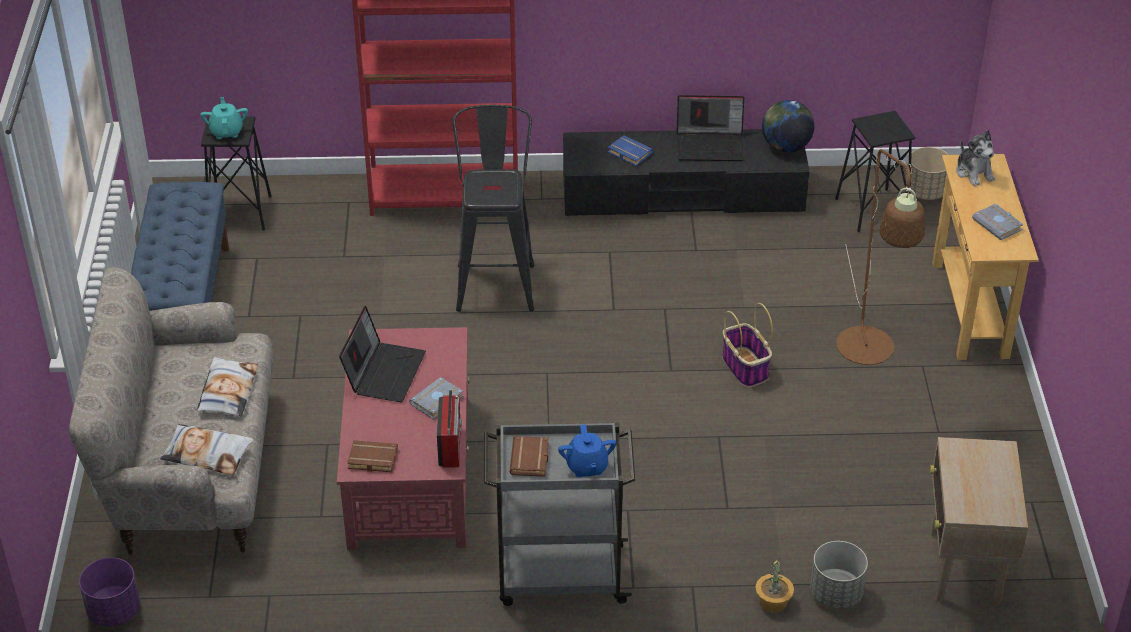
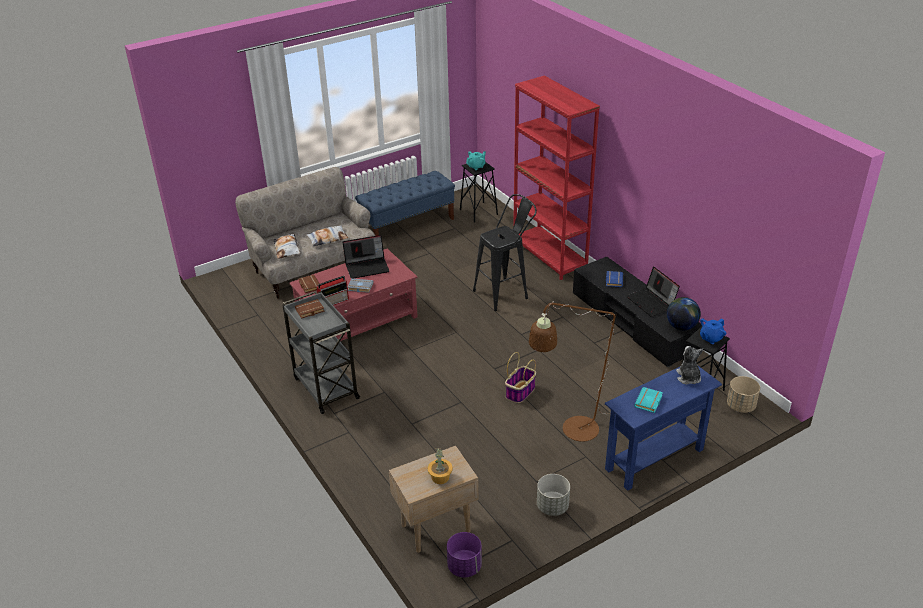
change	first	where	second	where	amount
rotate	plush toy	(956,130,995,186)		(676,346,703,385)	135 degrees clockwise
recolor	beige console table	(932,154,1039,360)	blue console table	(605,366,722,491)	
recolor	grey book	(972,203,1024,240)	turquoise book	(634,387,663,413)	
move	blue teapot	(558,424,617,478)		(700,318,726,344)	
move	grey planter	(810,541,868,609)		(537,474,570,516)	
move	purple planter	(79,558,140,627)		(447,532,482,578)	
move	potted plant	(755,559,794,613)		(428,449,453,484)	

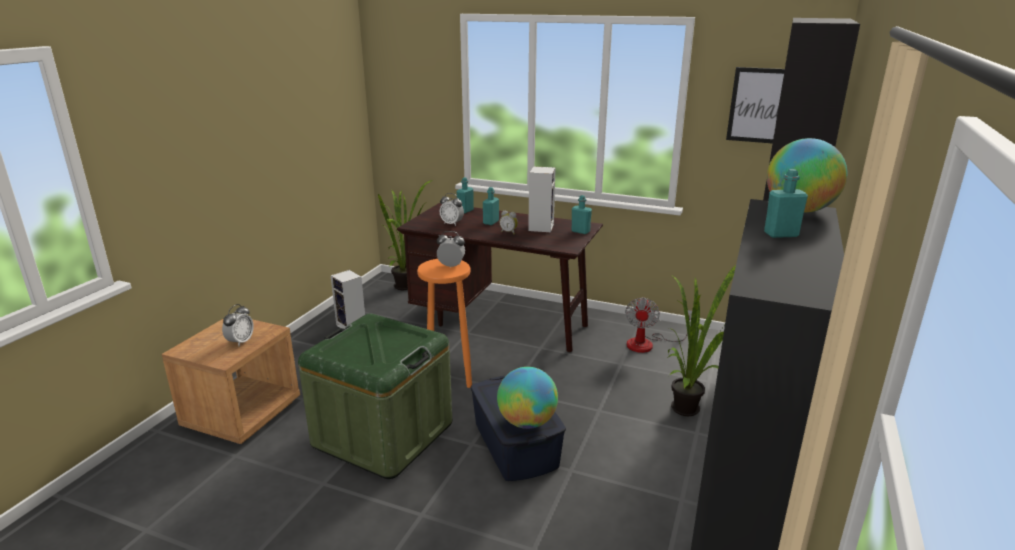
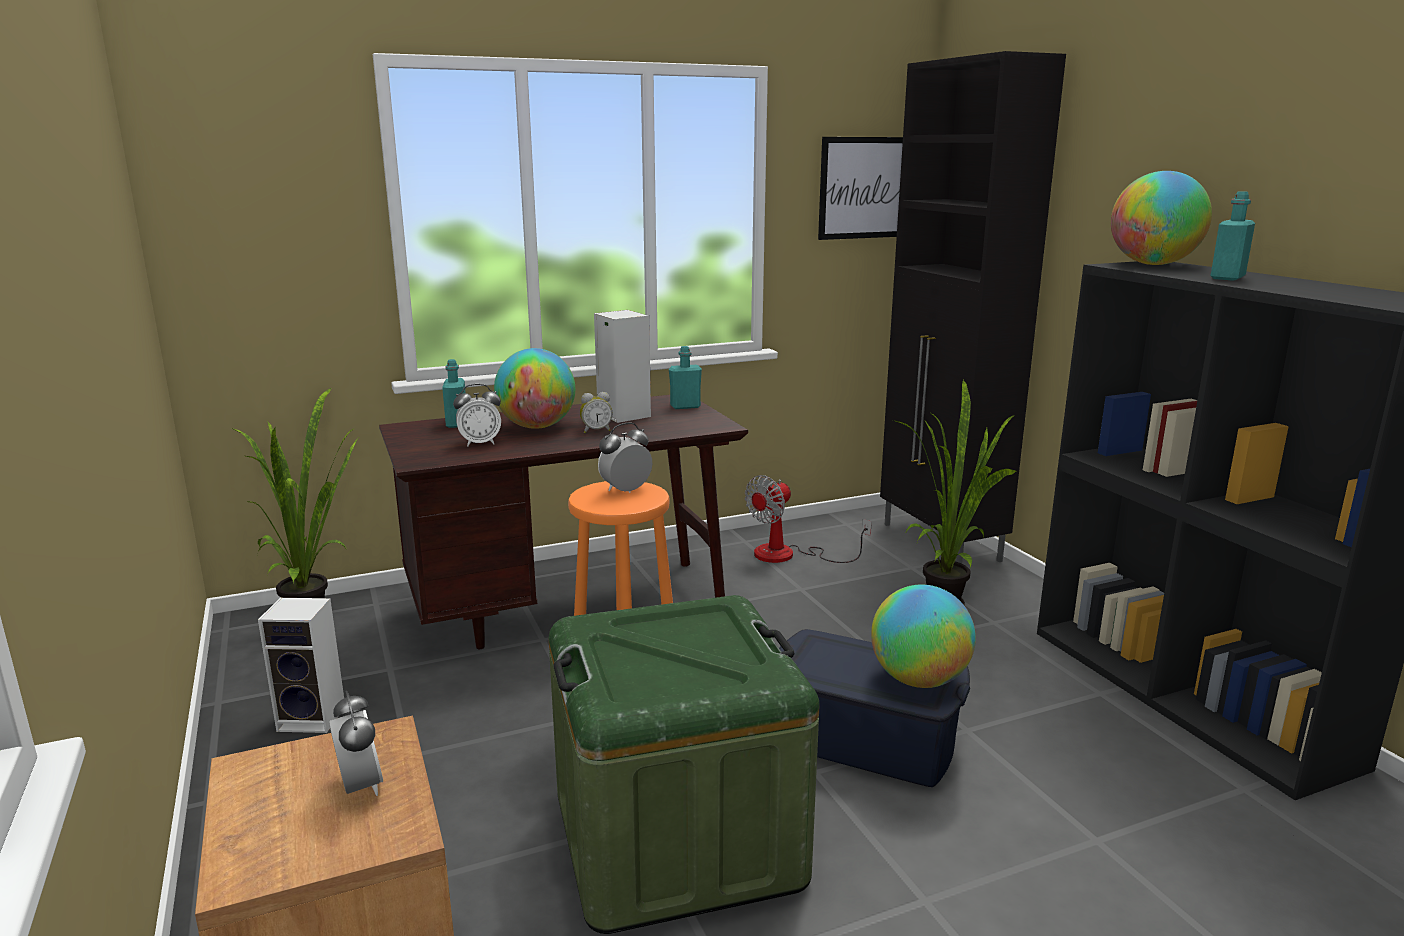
change	first	where	second	where	amount
replace	turquoise bottle	(483,187,499,225)	globe	(494,348,575,429)	
rotate	fan	(625,297,692,353)		(745,475,872,563)	75 degrees clockwise

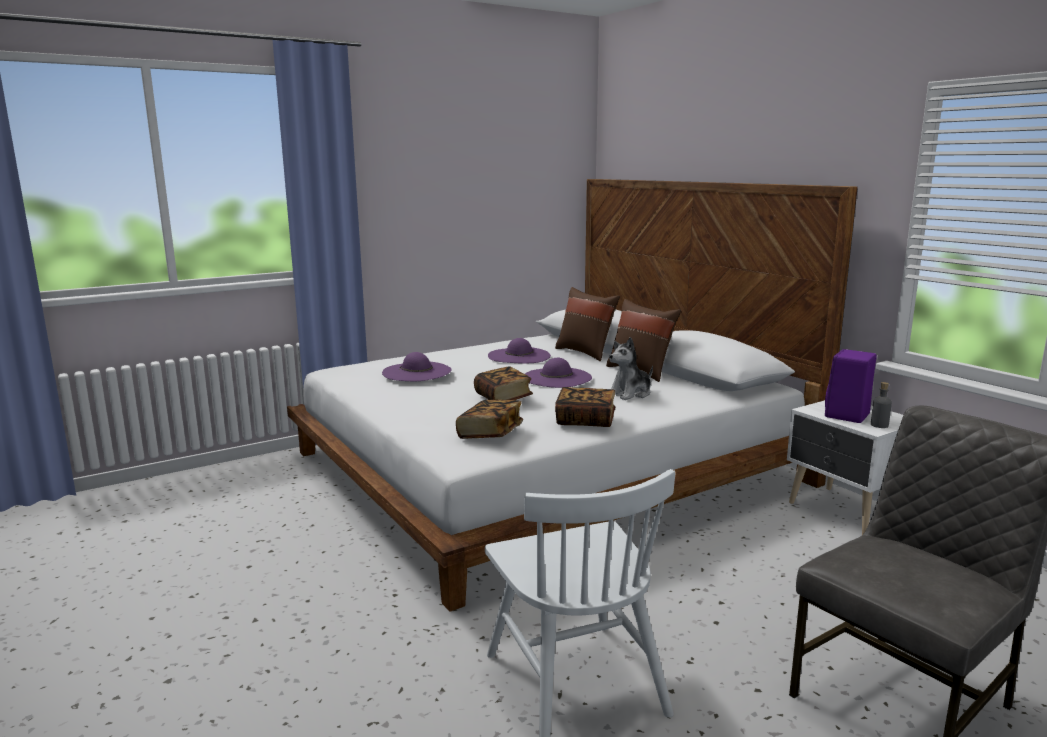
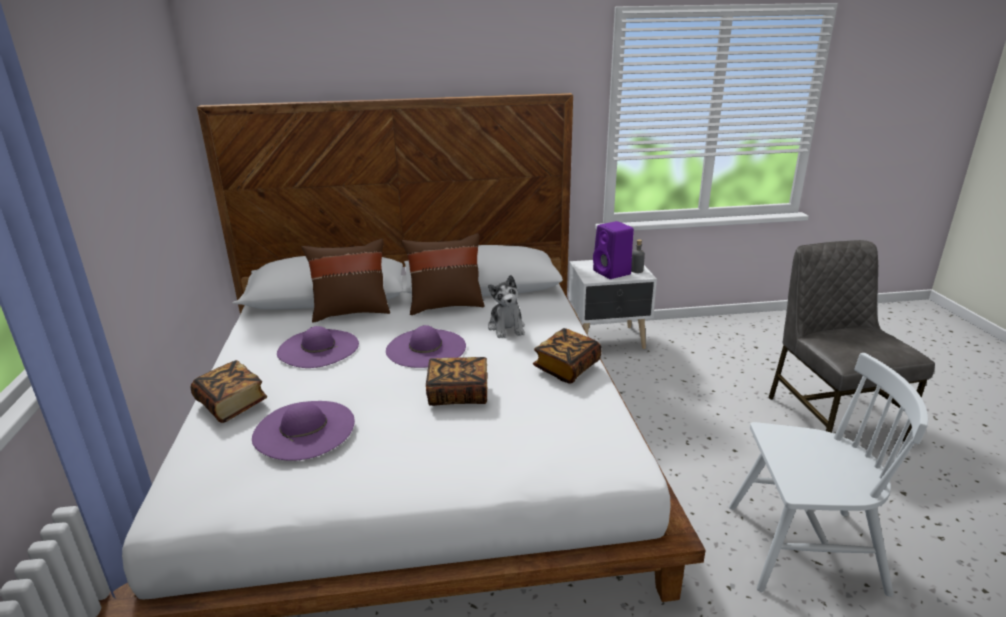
change	first	where	second	where	amount
move	book	(456,400,523,439)		(191,360,267,423)	

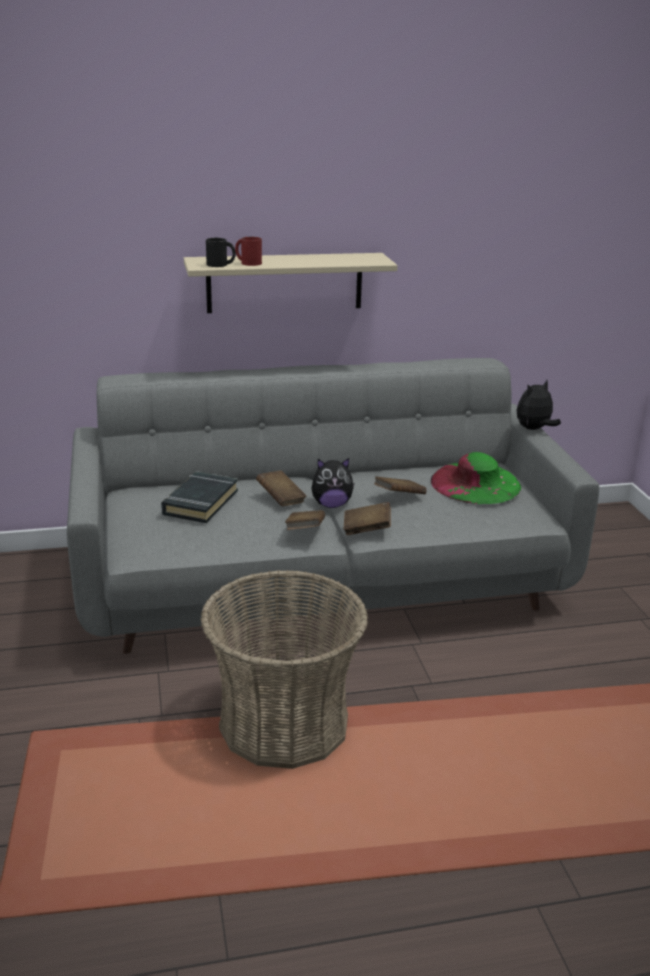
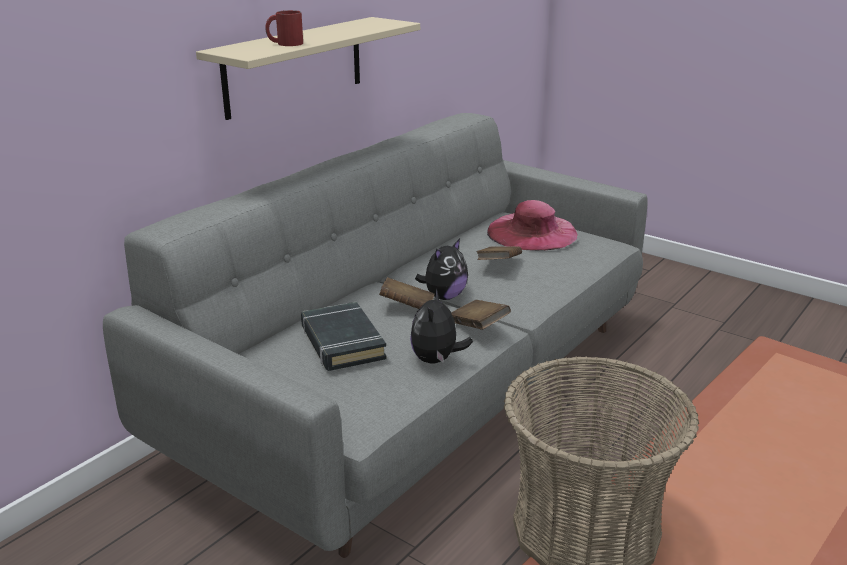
change	first	where	second	where	amount
delete	black mug	(206,238,236,267)			
move	plush toy	(517,380,561,430)		(410,289,473,364)	
recolor	green hat	(431,452,521,504)	pink hat	(487,200,578,251)	
delete	brown book	(344,502,391,535)			

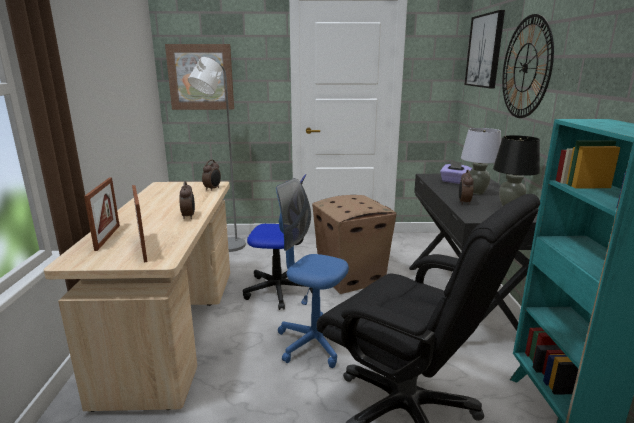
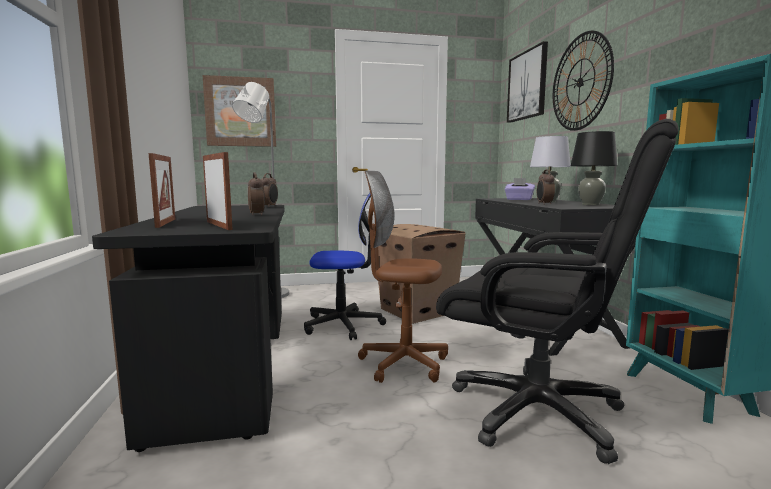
change	first	where	second	where	amount
recolor	blue office chair	(276,178,349,368)	brown office chair	(358,171,448,383)	
recolor	beige desk	(44,181,230,412)	black desk	(92,205,284,452)	

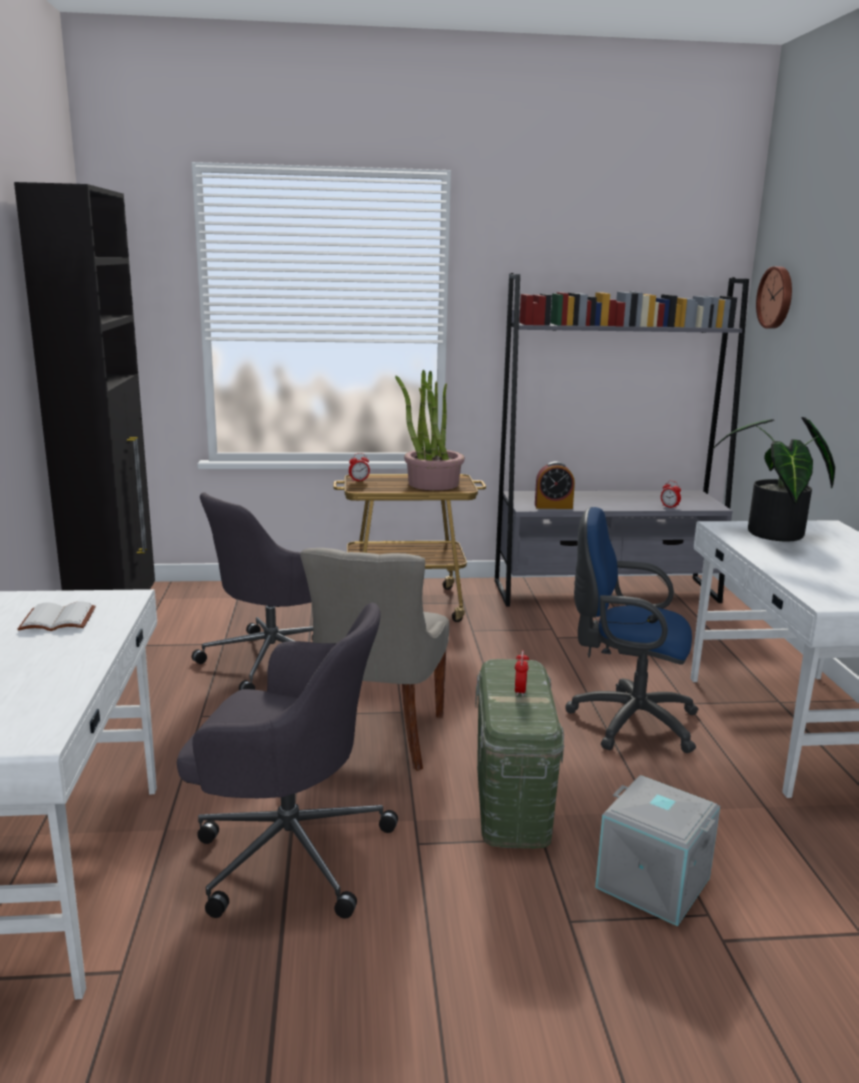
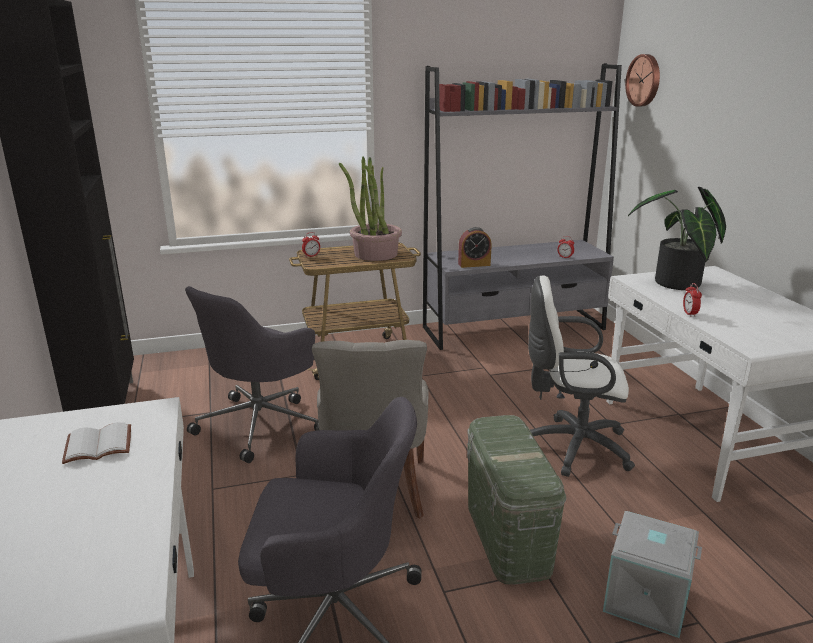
change	first	where	second	where	amount
recolor	blue office chair	(565,507,699,753)	white office chair	(528,275,635,477)	
move	alarm clock	(515,650,529,697)		(683,283,702,317)	

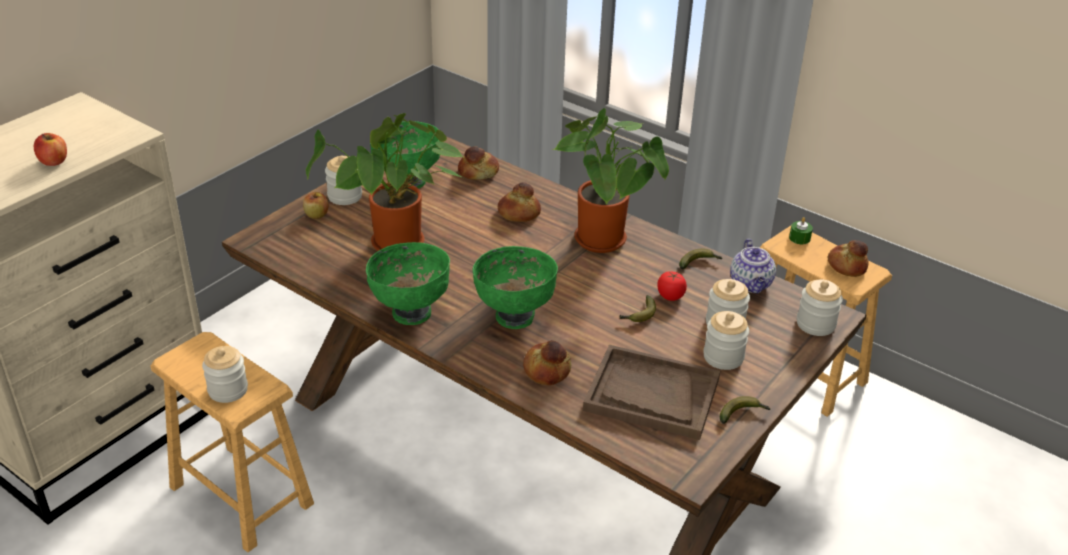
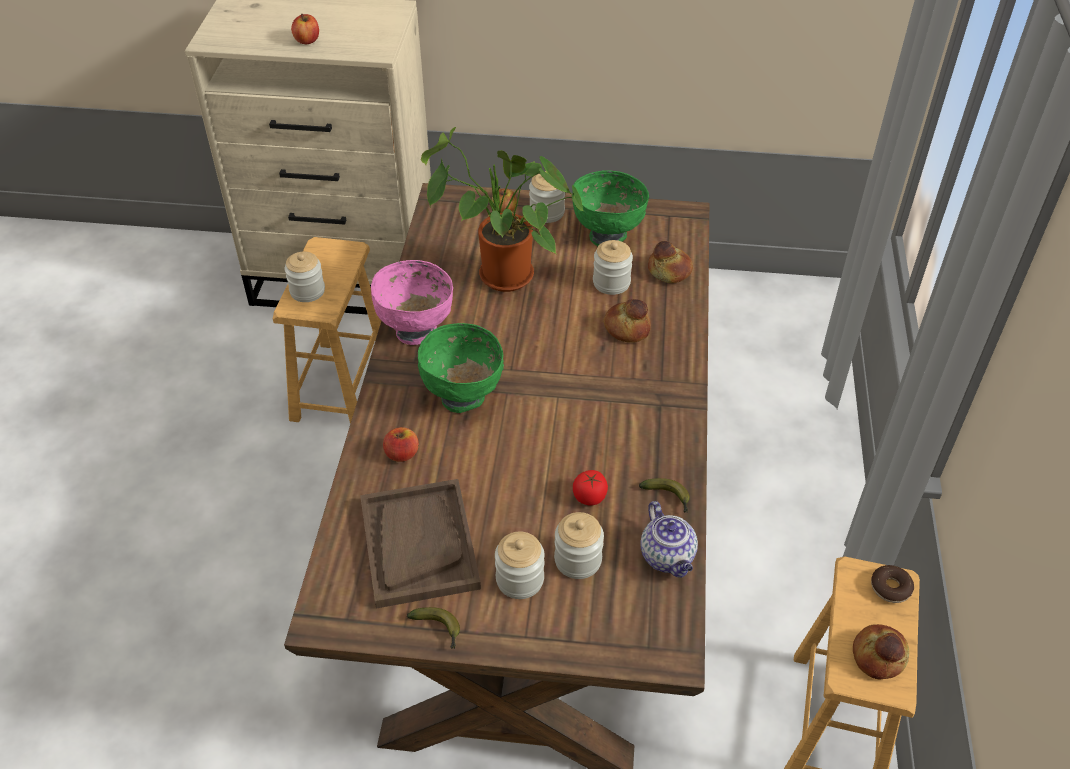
change	first	where	second	where	amount
delete	potted plant	(552,108,669,253)			
replace	green candle	(789,217,813,244)	donut	(871,565,914,603)	
rotate	teapot	(730,239,776,293)		(640,501,698,578)	75 degrees counterclockwise
recolor	green bowl	(366,242,450,325)	pink bowl	(371,260,453,345)	
move	jar	(797,279,843,336)		(593,240,633,295)	
delete	banana	(619,295,656,322)			
replace	bread	(523,340,571,385)	apple	(383,427,419,462)	

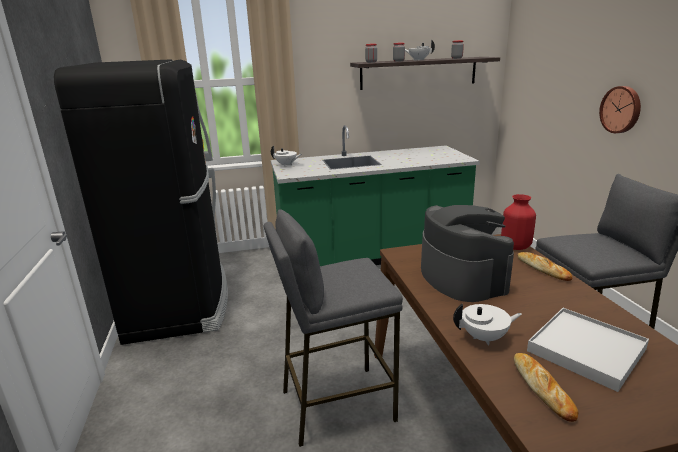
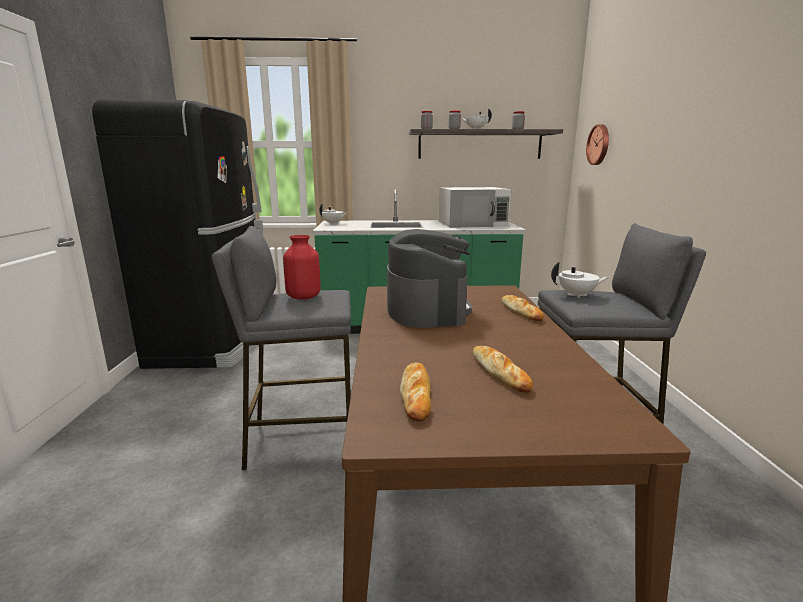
change	first	where	second	where	amount
move	wall clock	(599,86,641,133)		(586,124,609,165)	
move	red vase	(501,194,536,250)		(283,235,321,300)	
move	white teapot	(453,304,522,345)		(551,262,609,298)	
replace	white tray	(527,308,649,392)	bread	(473,346,533,393)	
insert			white microwave	(438,187,511,228)	

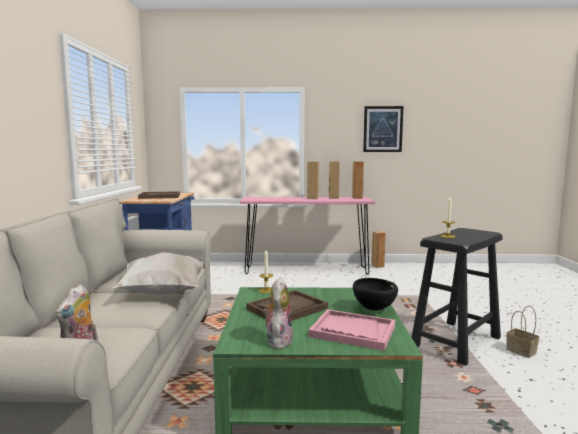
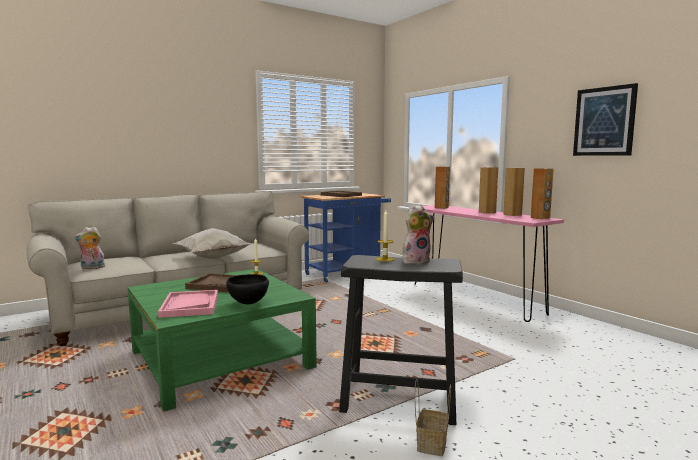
change	first	where	second	where	amount
move	brown speaker	(371,231,386,268)		(435,166,450,209)	
move	plush toy	(263,277,293,349)		(403,205,434,265)	

